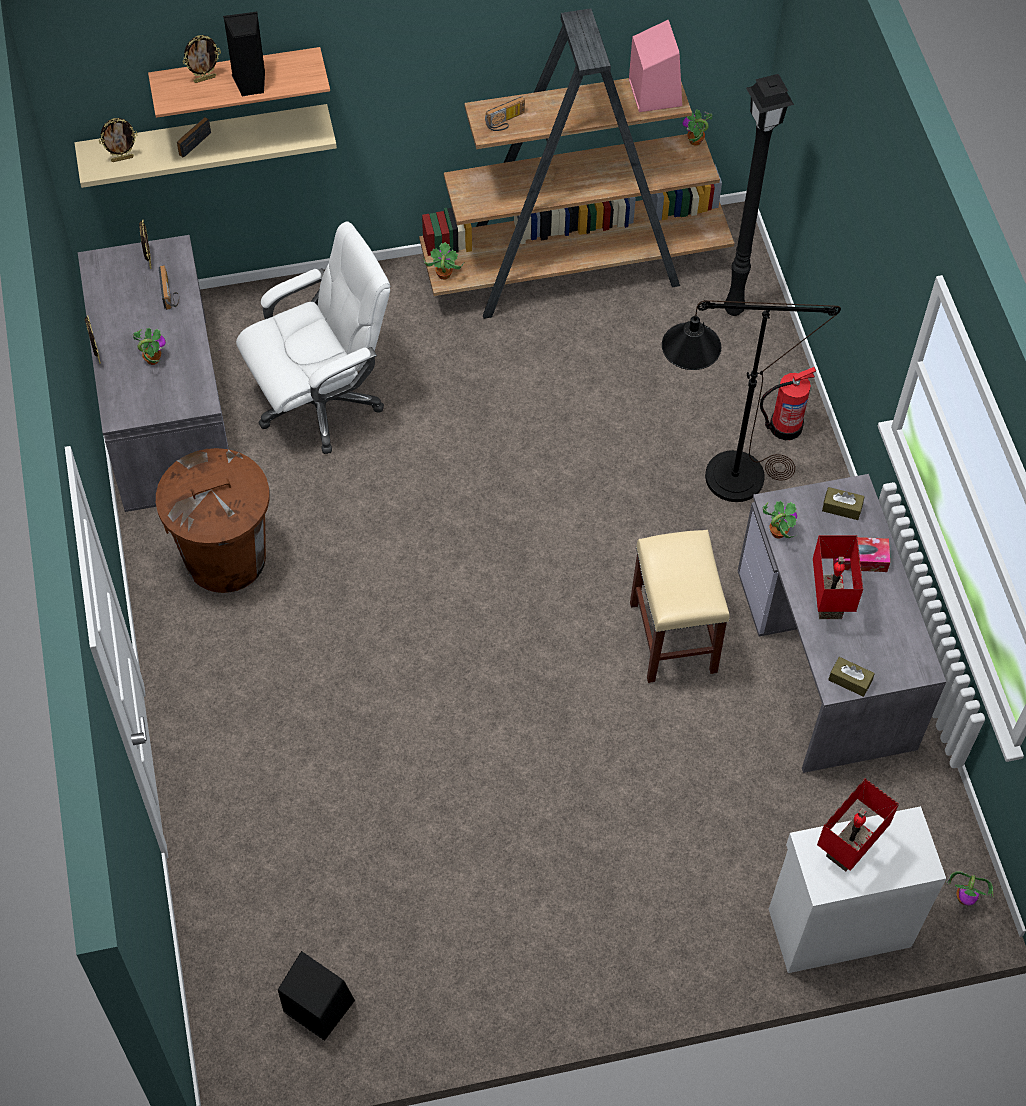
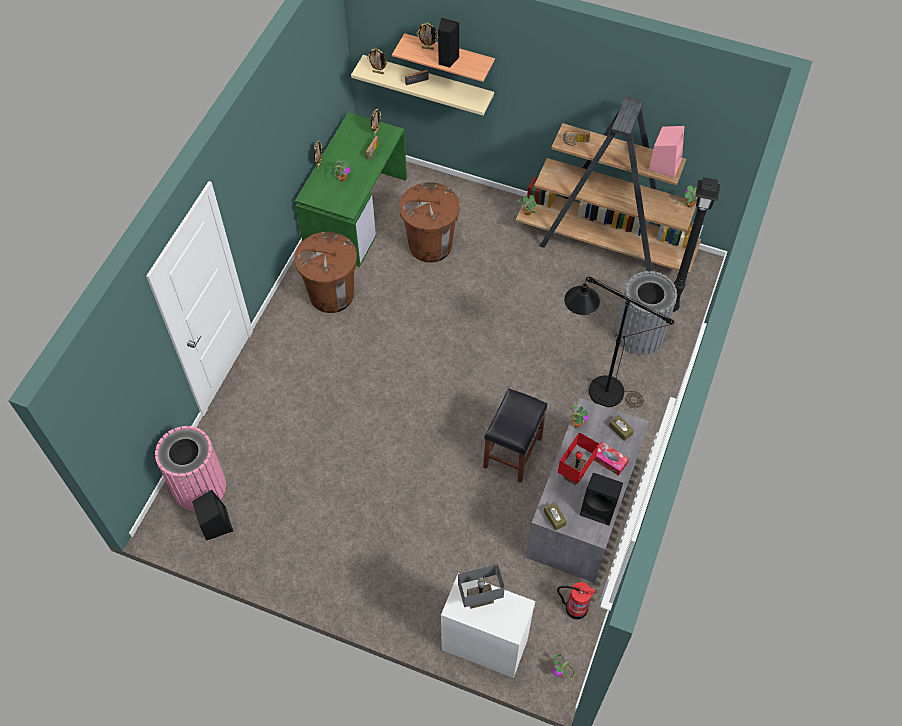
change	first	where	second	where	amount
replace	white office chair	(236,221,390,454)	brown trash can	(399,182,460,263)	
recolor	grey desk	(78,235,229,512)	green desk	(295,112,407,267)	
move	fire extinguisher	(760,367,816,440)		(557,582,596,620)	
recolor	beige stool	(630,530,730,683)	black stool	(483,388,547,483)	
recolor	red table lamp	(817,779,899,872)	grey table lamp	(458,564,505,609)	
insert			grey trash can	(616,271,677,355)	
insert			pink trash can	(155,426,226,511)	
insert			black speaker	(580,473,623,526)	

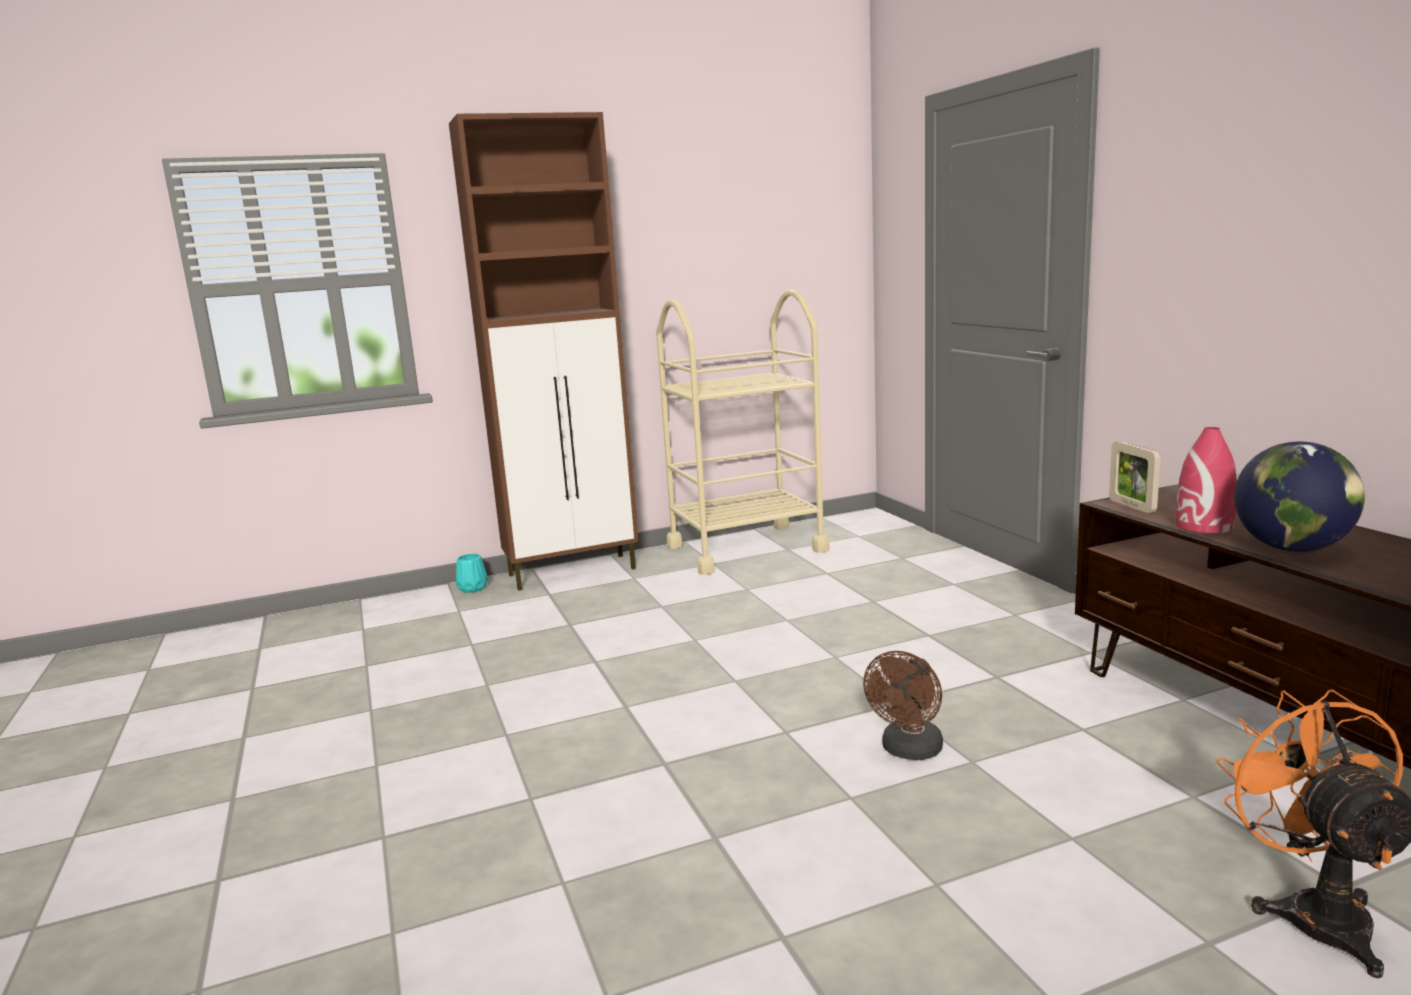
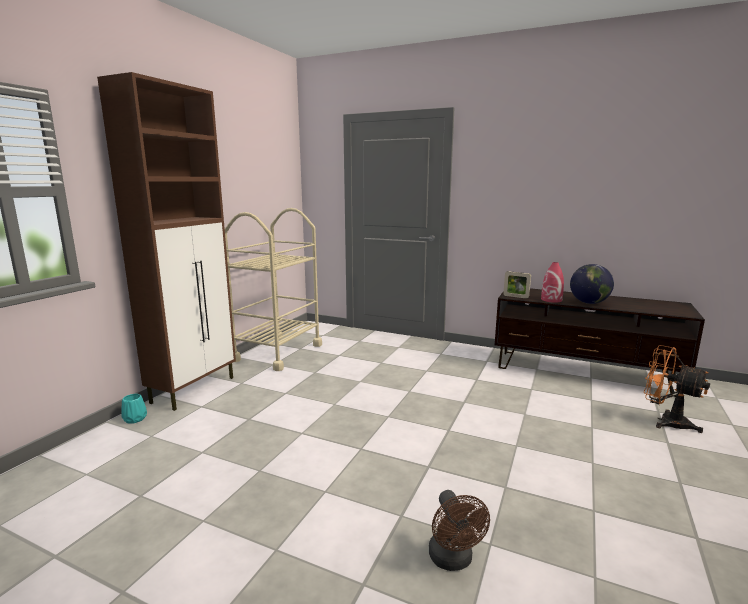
change	first	where	second	where	amount
move	brown fan	(863,651,943,760)		(429,490,490,571)	

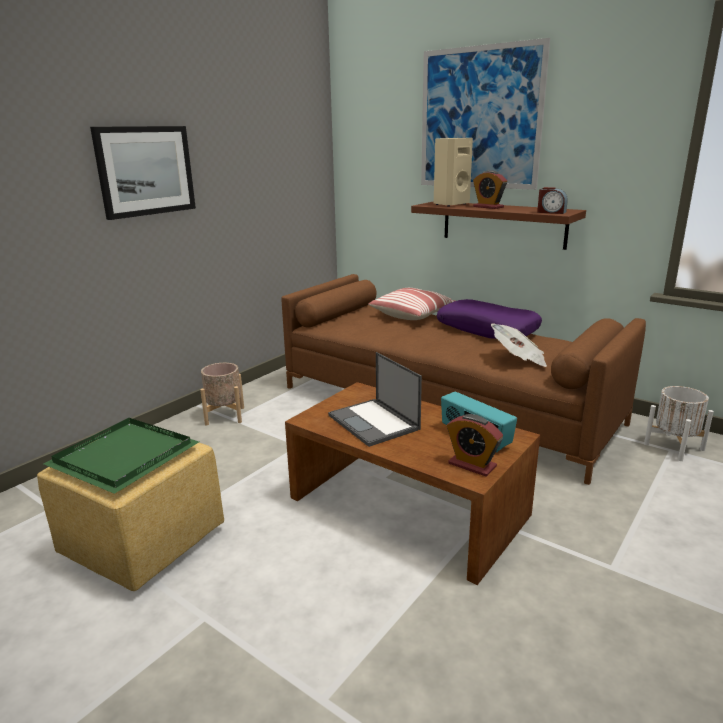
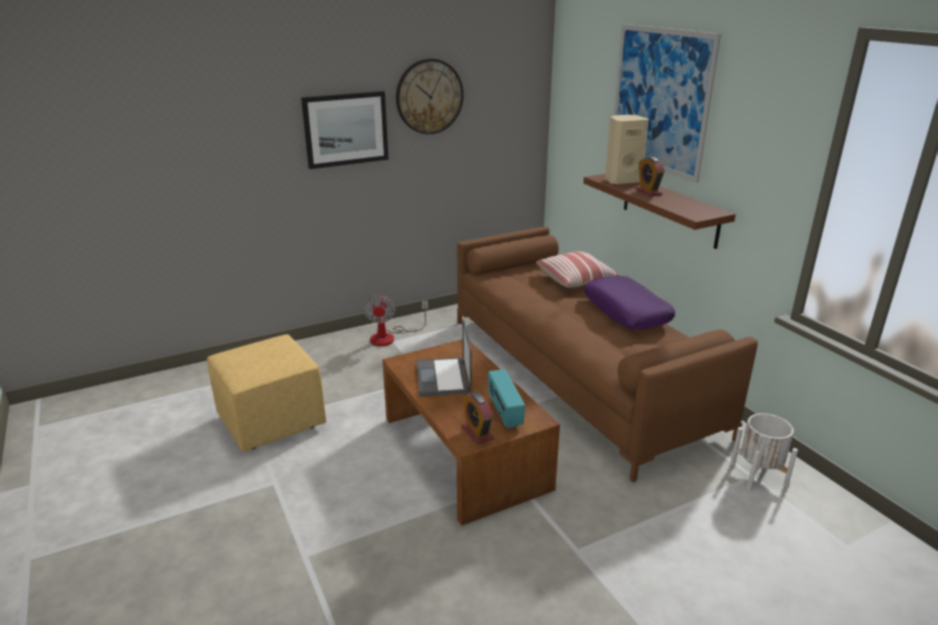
change	first	where	second	where	amount
delete	alarm clock	(537,187,568,214)			
delete	newspaper	(491,323,547,367)			
replace	beige planter	(200,363,244,426)	fan	(363,294,428,346)	
delete	green tray	(43,418,199,494)			
insert			wall clock	(396,58,464,134)	

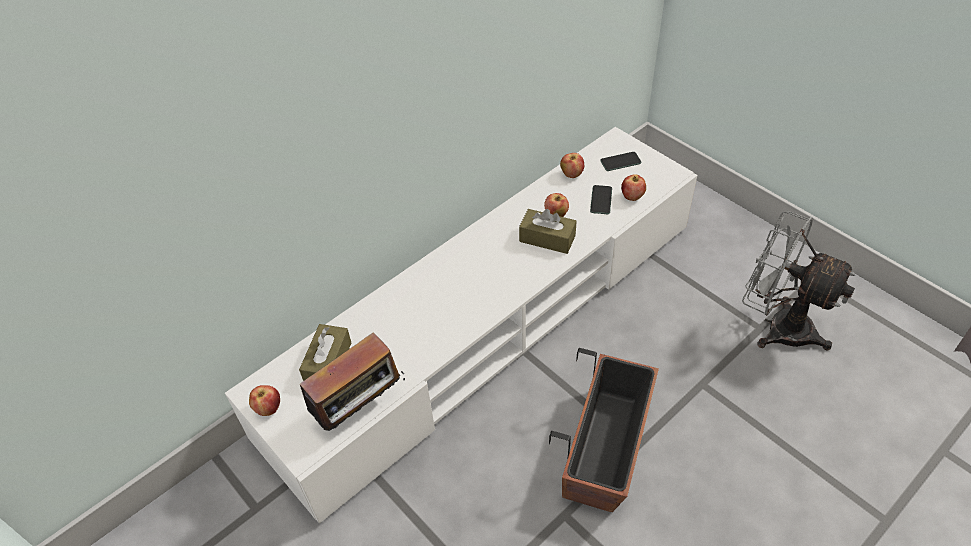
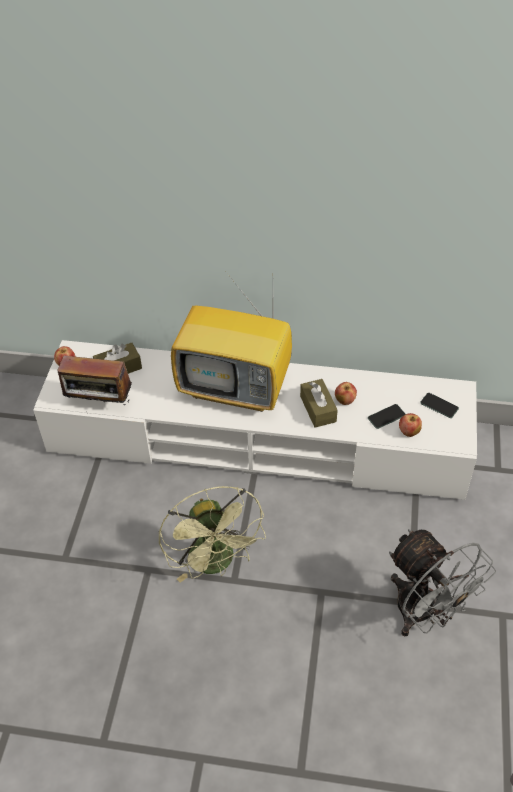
change	first	where	second	where	amount
delete	apple	(560,153,584,178)			
rotate	grey fan	(742,211,855,351)		(389,529,496,637)	150 degrees clockwise
replace	planter	(549,348,659,512)	green fan	(159,486,266,583)	
insert			television	(171,272,292,412)	

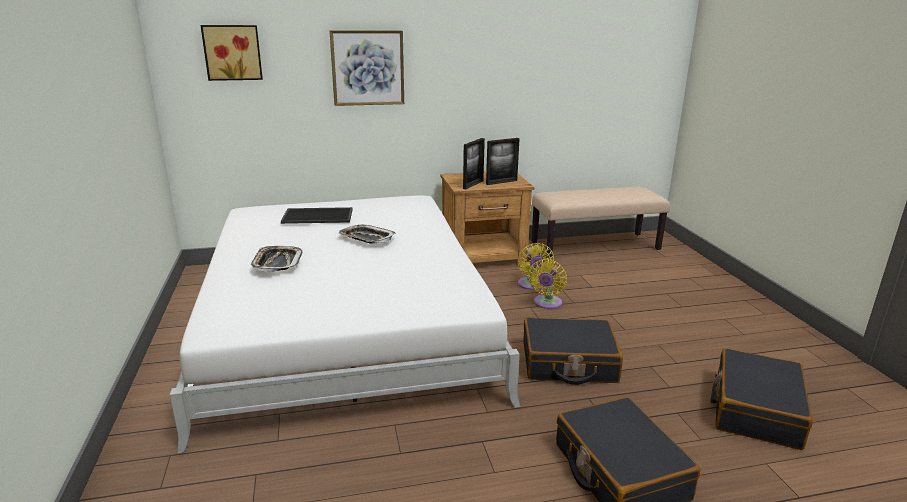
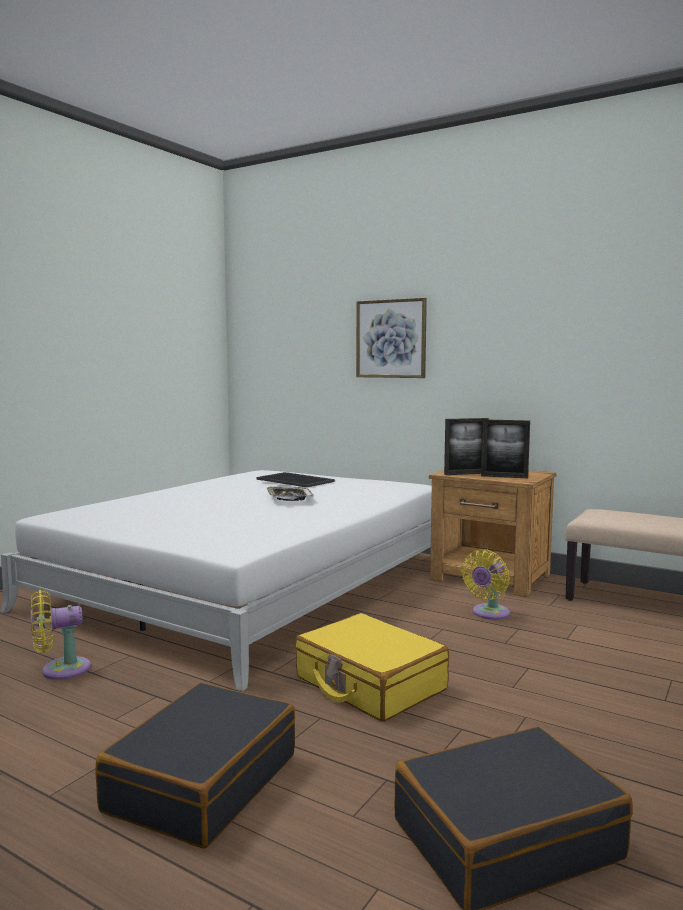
change	first	where	second	where	amount
delete	picture	(201,25,263,81)			
delete	tray	(251,246,302,272)			
move	yellow fan	(528,259,567,309)		(31,590,91,680)	
recolor	black suitcase	(523,318,623,385)	yellow suitcase	(295,613,449,722)	

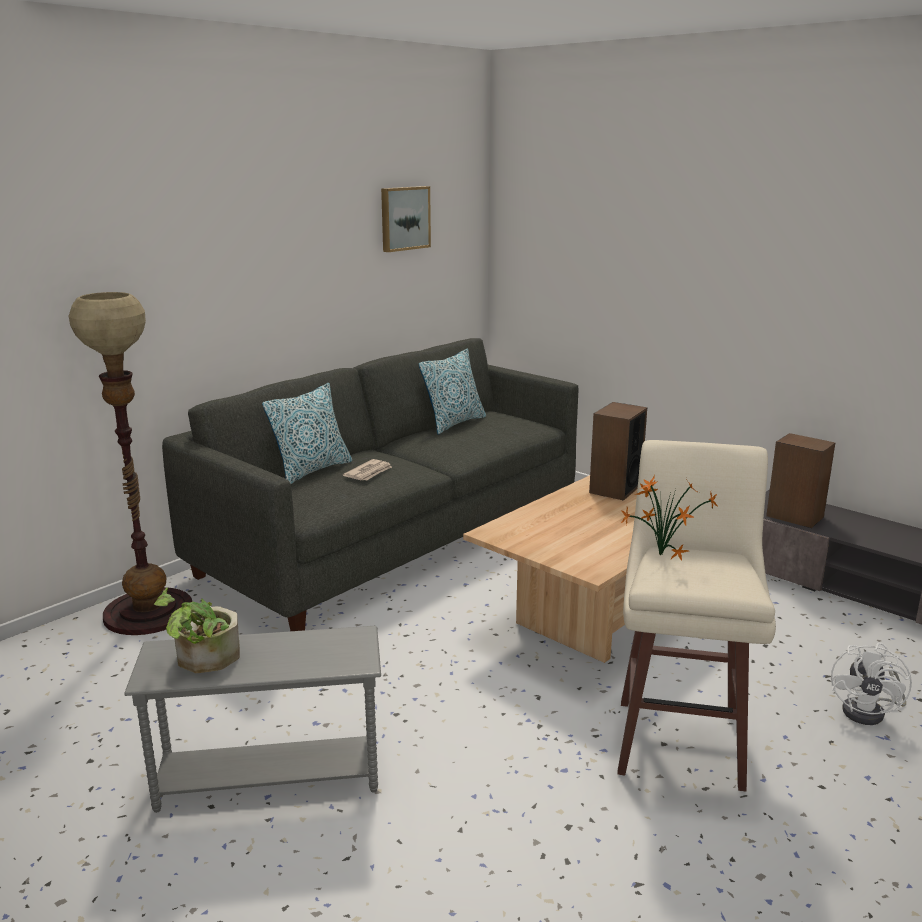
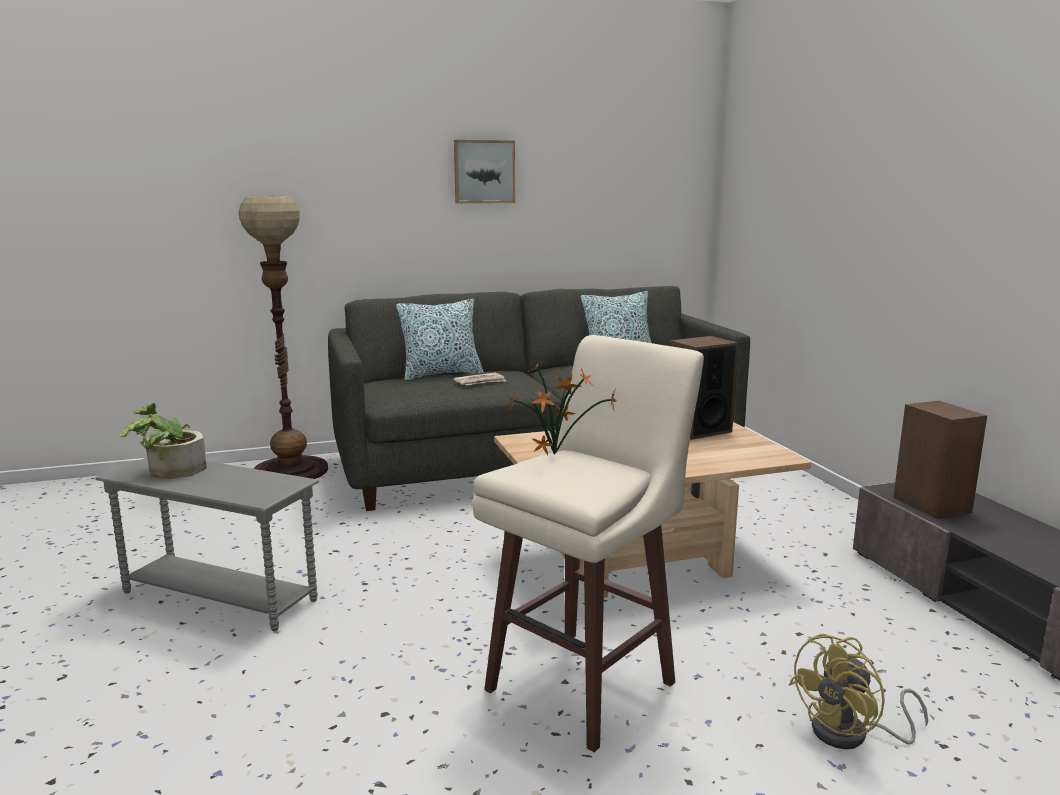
change	first	where	second	where	amount
move	picture	(381,186,431,252)		(454,140,515,203)	
recolor	white fan	(831,643,912,725)	yellow fan	(788,633,928,749)	

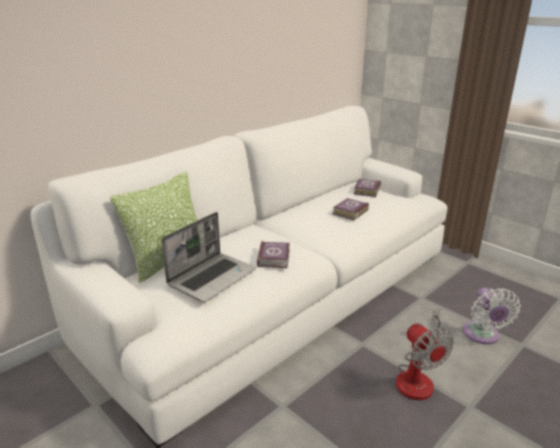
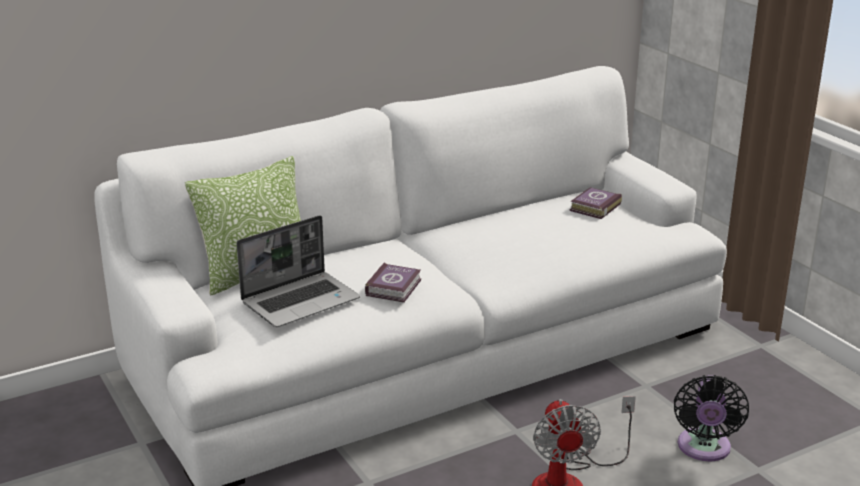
change	first	where	second	where	amount
delete	book	(332,198,369,220)			
recolor	white fan	(463,288,521,344)	black fan	(674,375,749,461)	

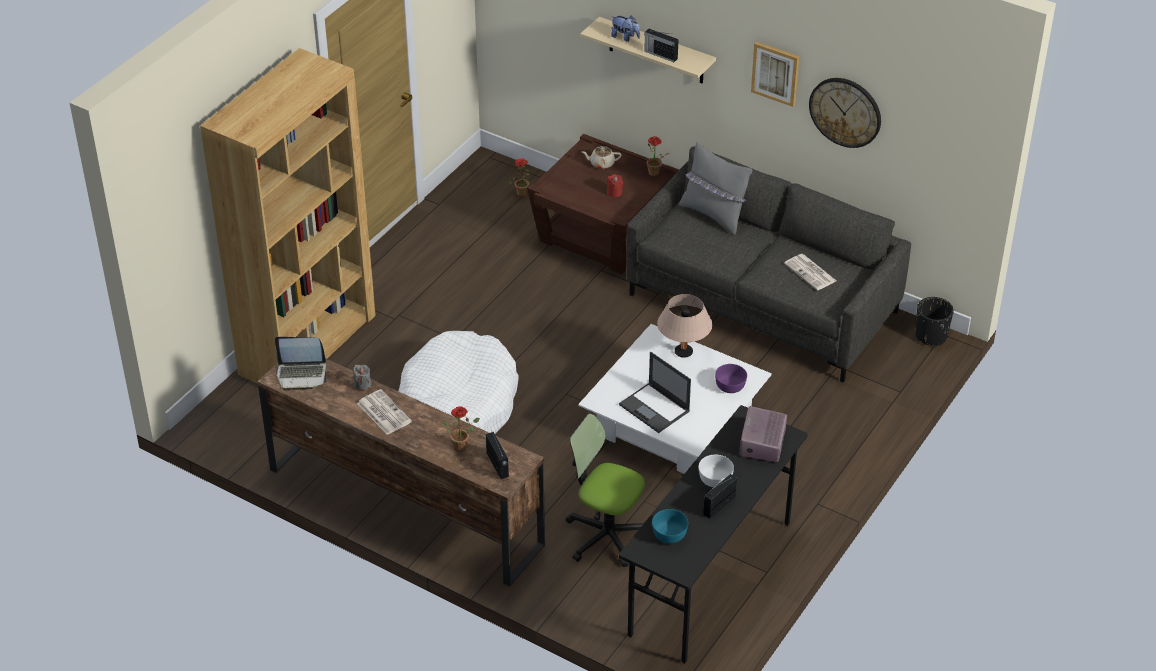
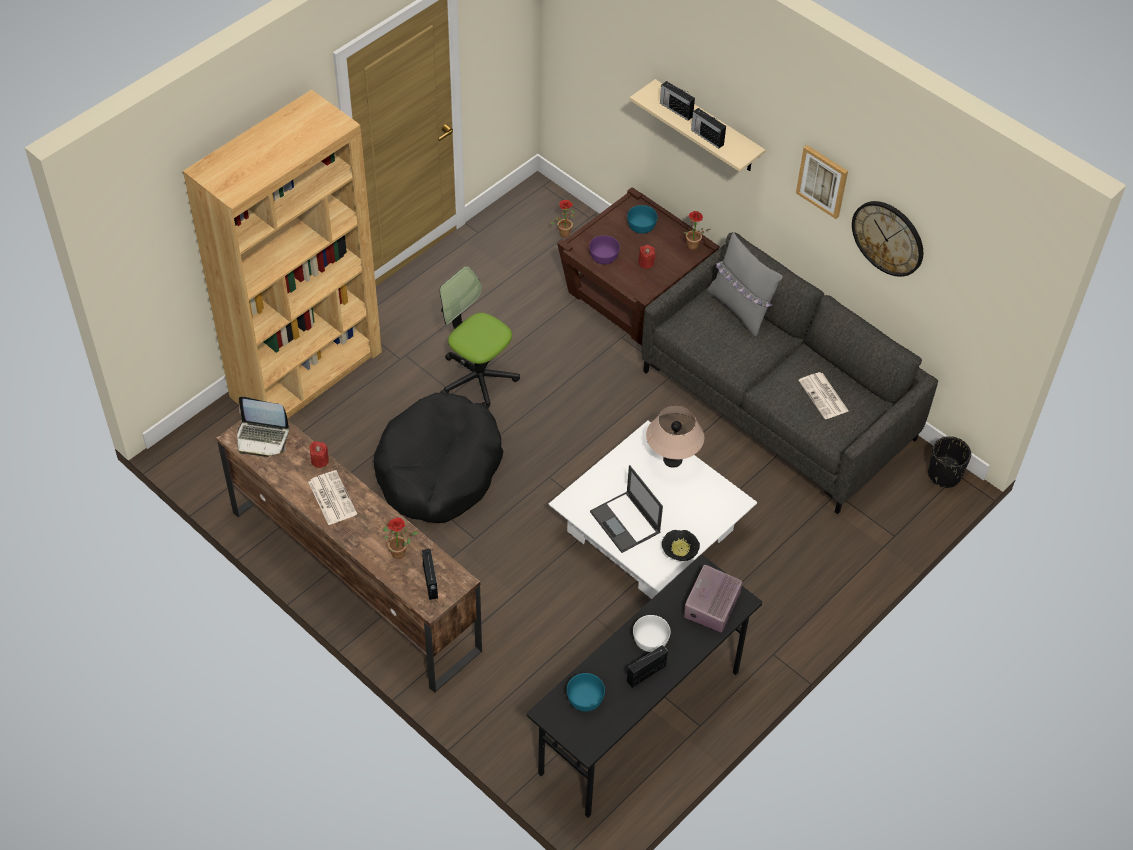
change	first	where	second	where	amount
replace	plush toy	(611,15,640,42)	radio	(660,81,695,121)	
replace	beige teapot	(582,146,621,169)	turquoise bowl	(627,205,658,234)	
recolor	white dog bed	(398,331,519,433)	black dog bed	(373,393,503,523)	
move	purple bowl	(715,364,747,393)		(589,235,620,264)	
recolor	grey candle	(353,365,371,391)	red candle	(309,441,329,468)	
move	office chair	(566,413,645,567)		(440,266,520,408)	
insert			black bowl	(662,530,700,561)	

